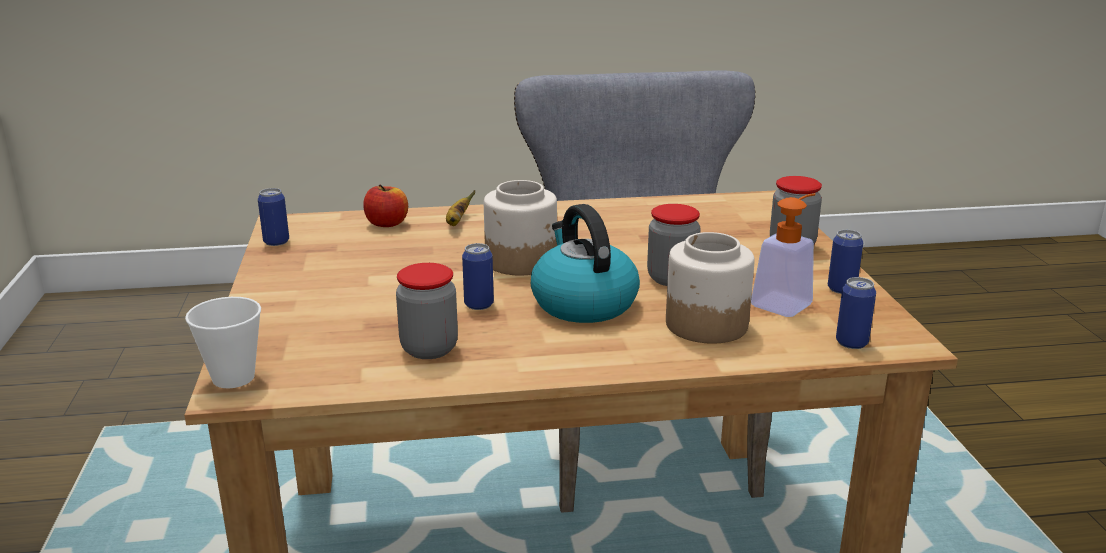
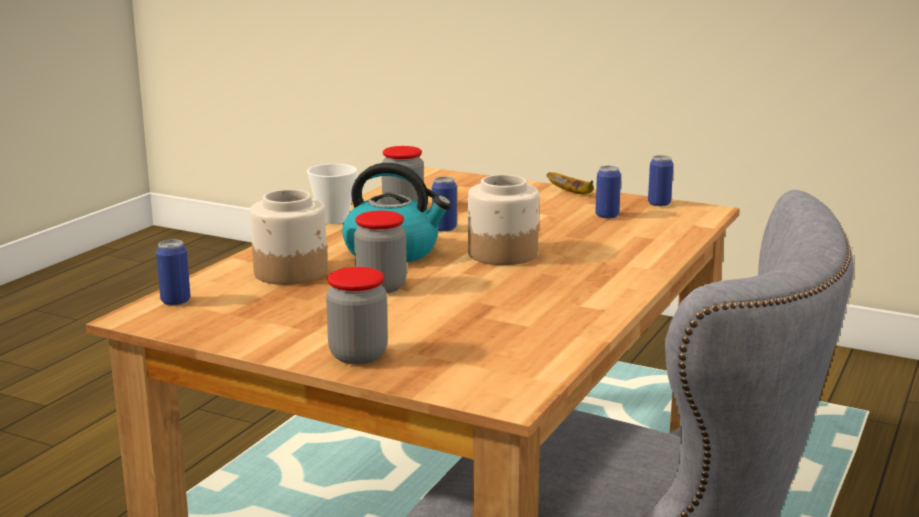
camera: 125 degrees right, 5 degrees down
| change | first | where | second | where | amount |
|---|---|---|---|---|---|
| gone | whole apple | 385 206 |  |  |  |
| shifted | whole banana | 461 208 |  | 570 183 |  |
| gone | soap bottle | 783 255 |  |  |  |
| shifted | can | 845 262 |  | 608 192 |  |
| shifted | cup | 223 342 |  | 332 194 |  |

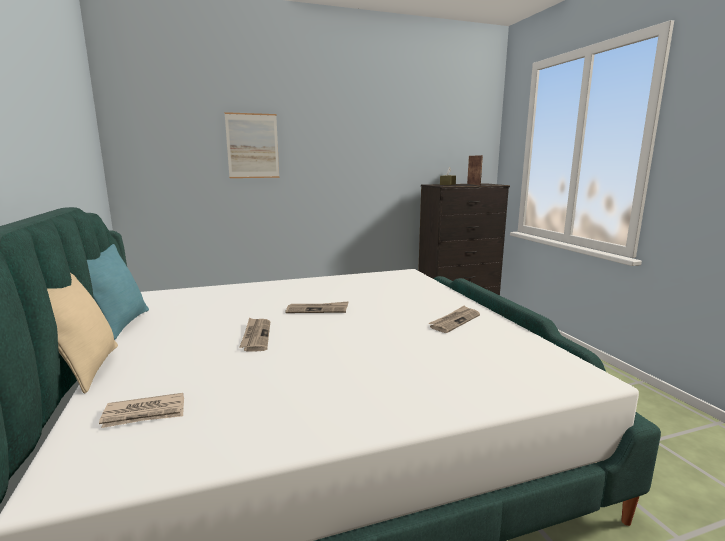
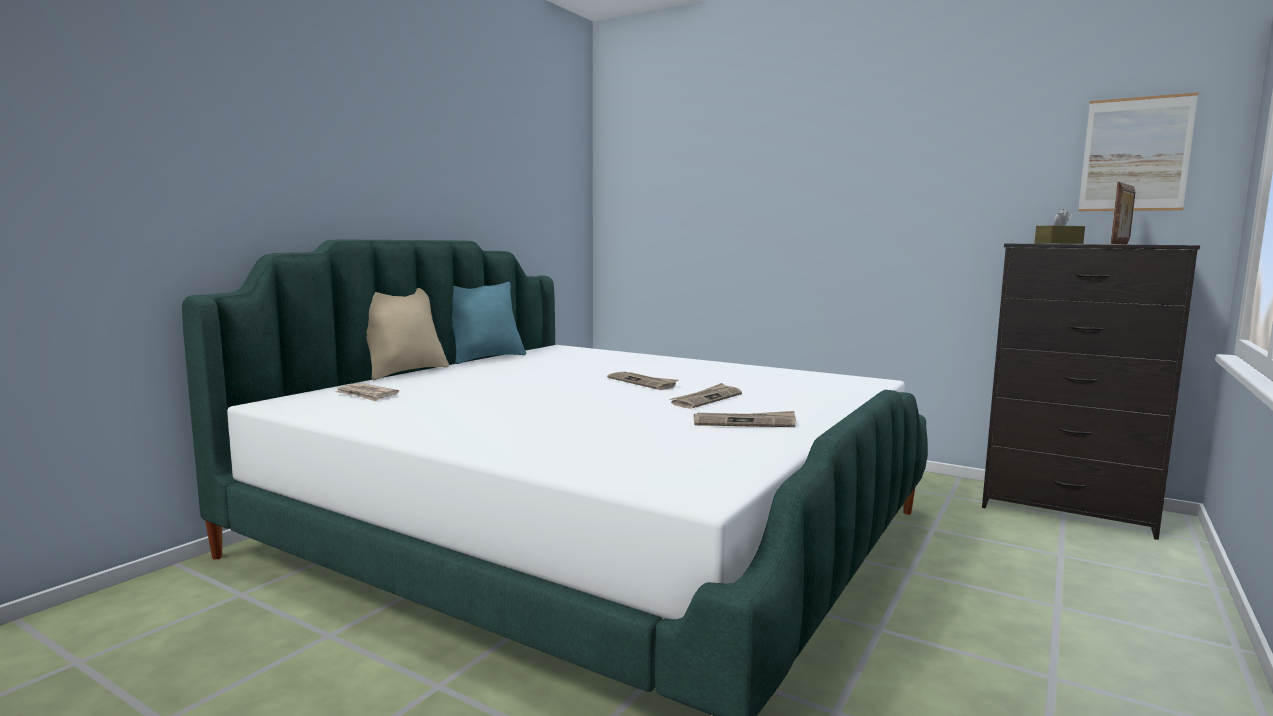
camera: 50 degrees right, 5 degrees down
| change | first | where | second | where | amount |
|---|---|---|---|---|---|
| shifted | picture | 252 145 |  | 1138 152 |  |
| shifted | printed paper | 254 335 |  | 706 396 |  |

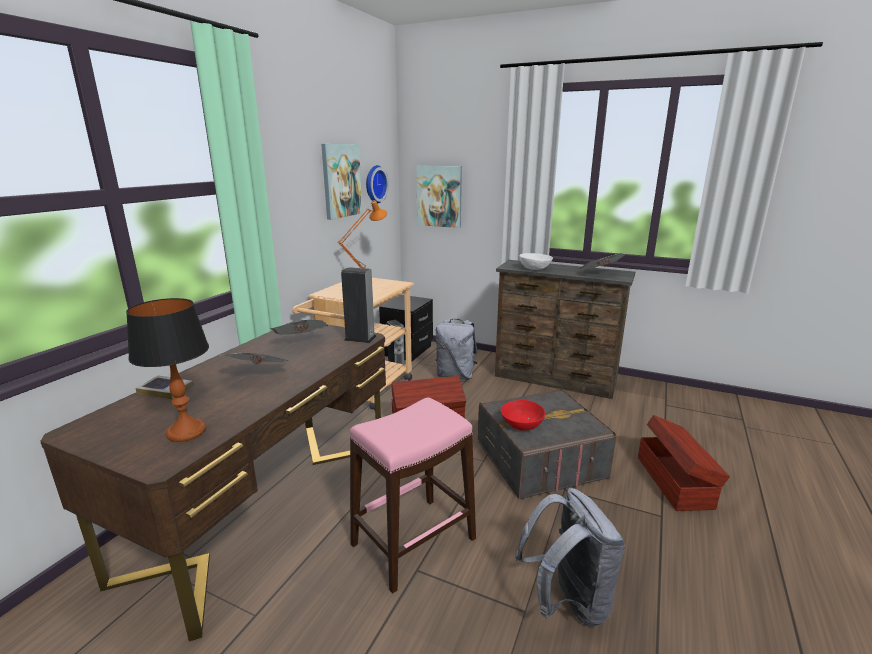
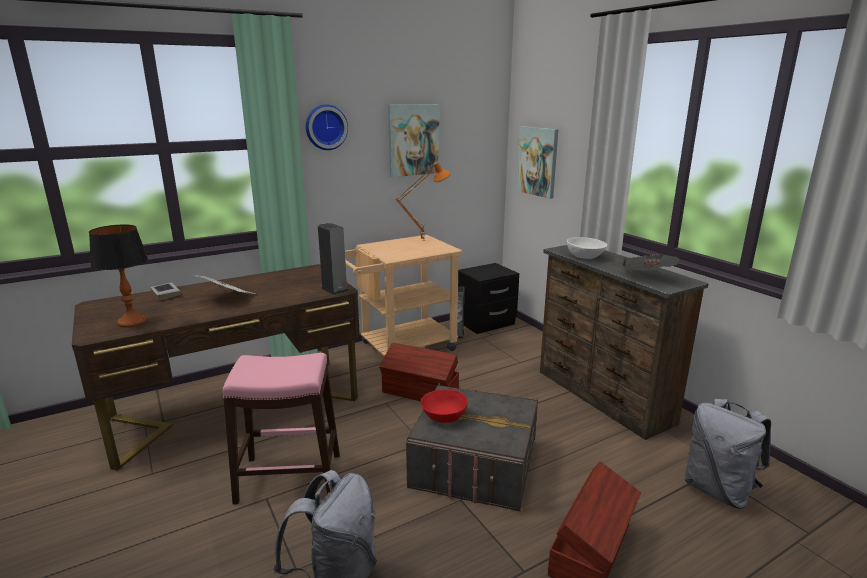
camera: 35 degrees right, 0 degrees up
| change | first | where | second | where | amount |
|---|---|---|---|---|---|
| shifted | clock on the wall | 377 184 |  | 327 127 |  |
| shifted | knapsack in grey | 456 349 |  | 727 454 |  |
| gone | printed paper | 299 327 |  |  |  |

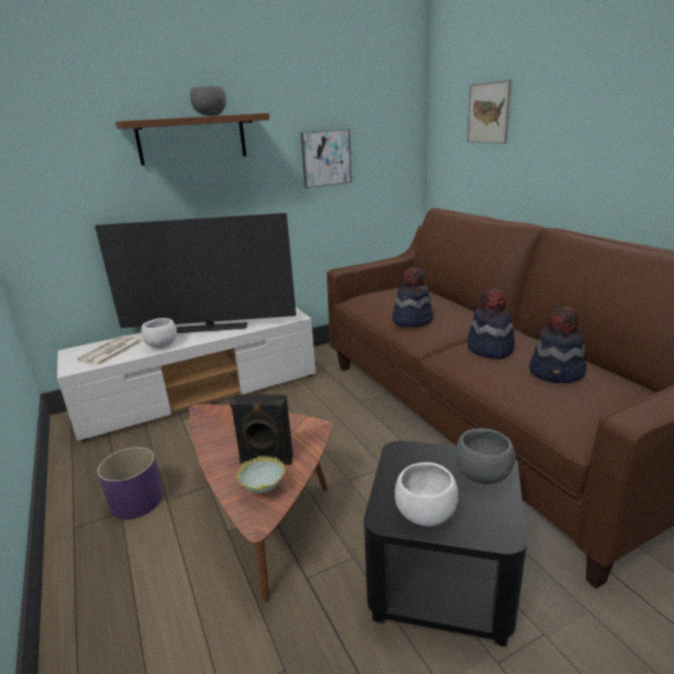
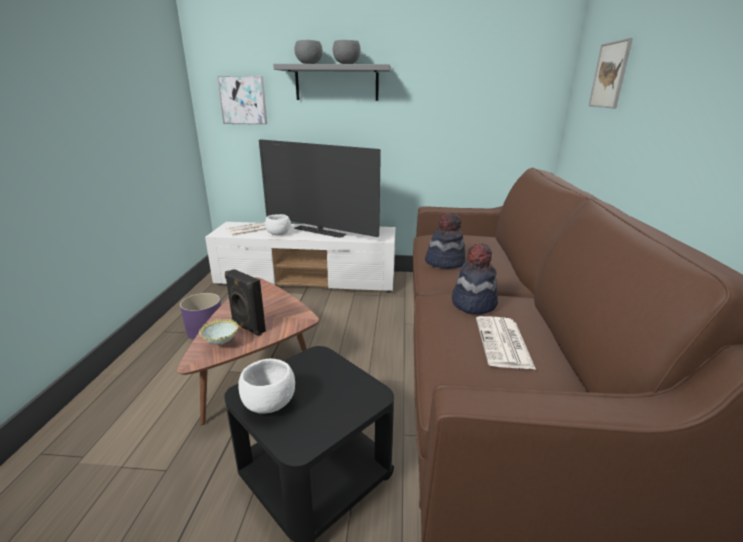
camera: 30 degrees right, 0 degrees up
| change | first | where | second | where | amount |
|---|---|---|---|---|---|
| repainted | bracket shelf in brown-coloured | 192 139 | bracket shelf in grey | 332 82 |  |
| shifted | picture | 326 158 |  | 242 100 |  |
| swapped | clothing hat | 557 345 | printed paper | 506 343 |  |
| shifted | deep dish in grey | 485 456 |  | 309 52 |  |

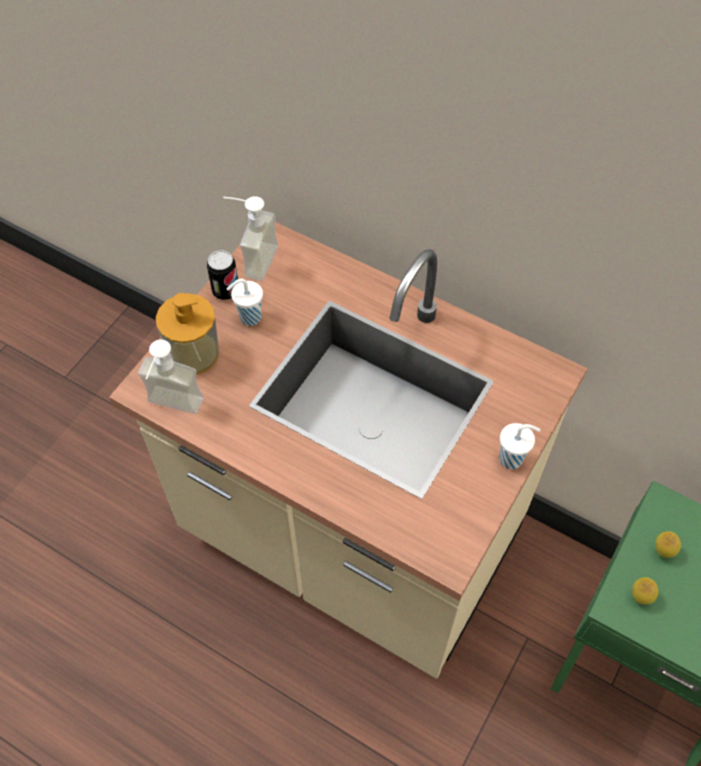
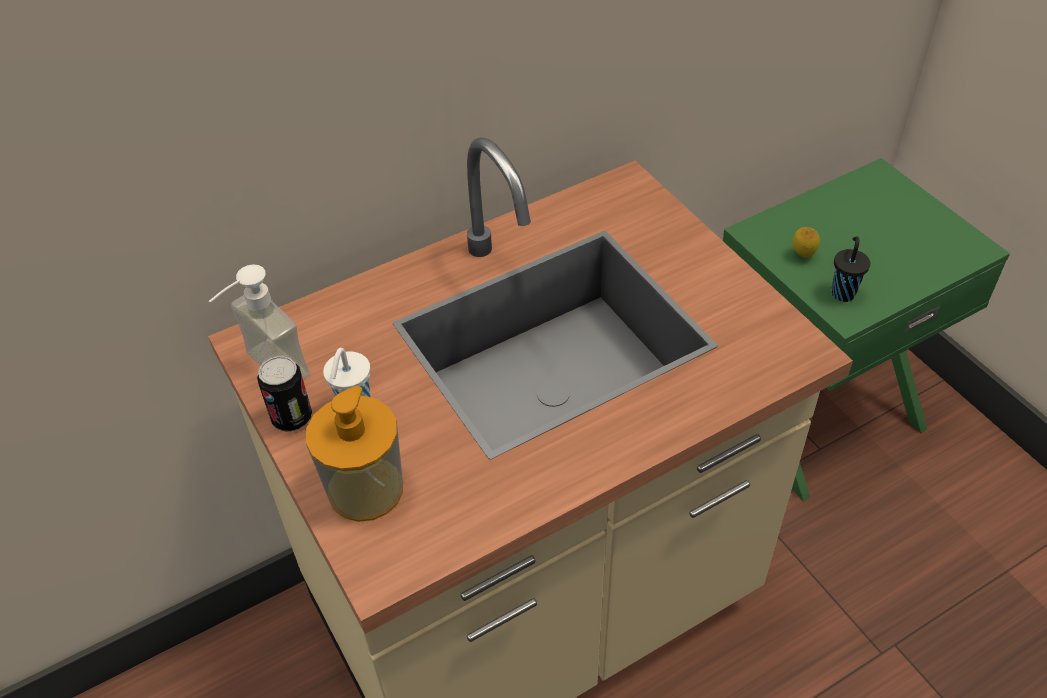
camera: 60 degrees left, 10 degrees down
| change | first | where | second | where | amount |
|---|---|---|---|---|---|
| gone | soap bottle | 170 377 |  |  |  |
| gone | cup in white-coloured | 519 446 |  |  |  |
| swapped | lemon | 645 591 | cup in black-coloured | 850 269 |  |

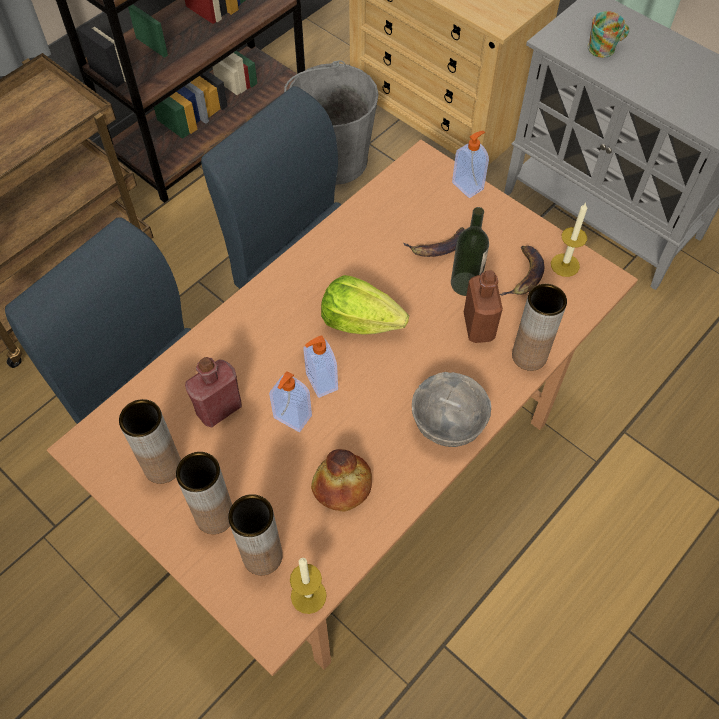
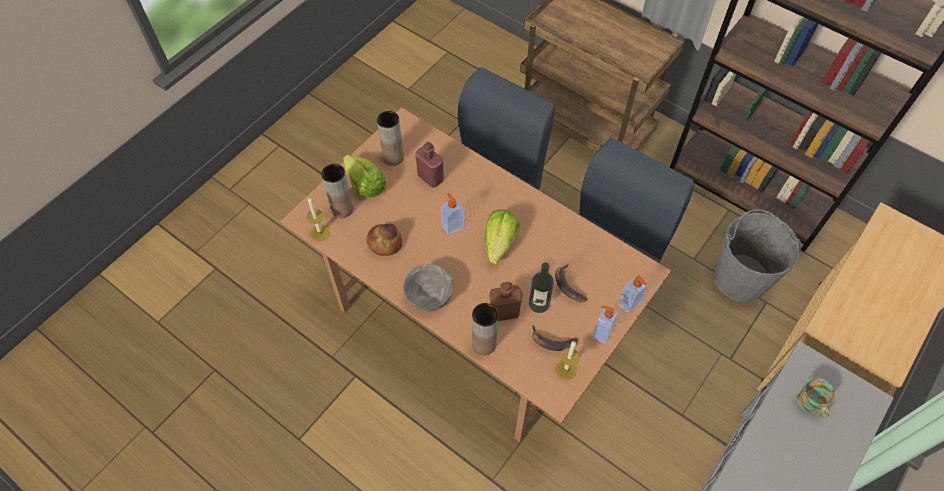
camera: 85 degrees right, 0 degrees up
| change | first | where | second | where | amount |
|---|---|---|---|---|---|
| shifted | soap bottle | 290 401 |  | 605 324 |  |
| swapped | decorative vase in brown-coloured | 204 493 | head of lettuce | 364 175 |  |

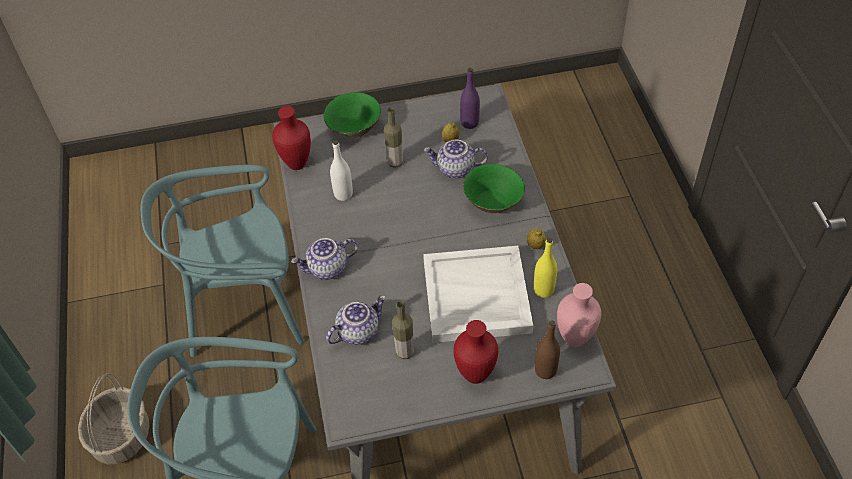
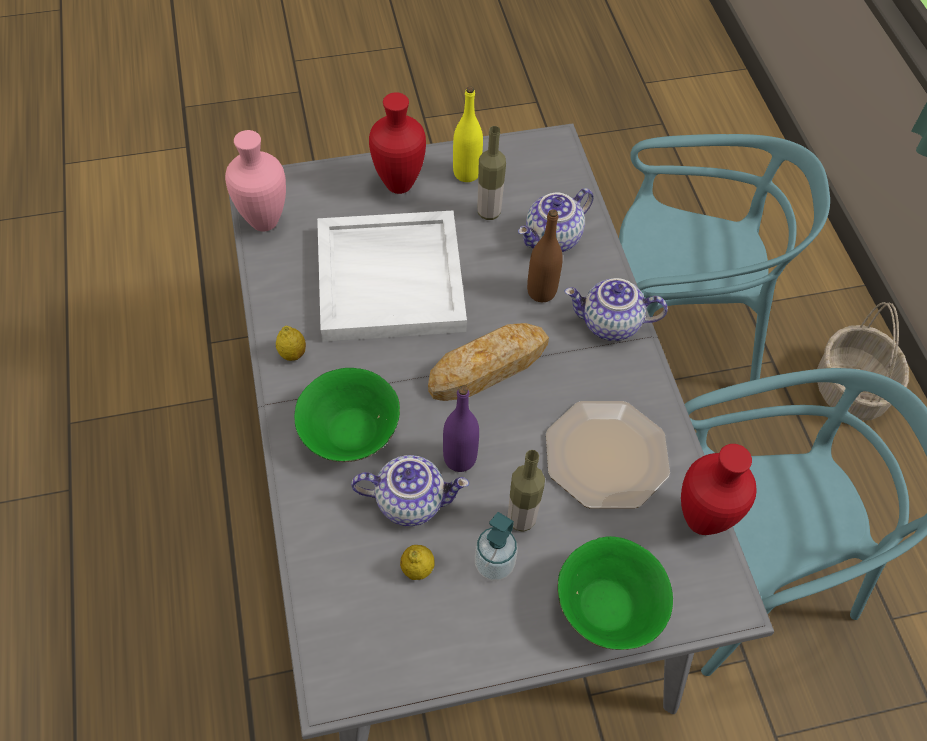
camera: 175 degrees right, 5 degrees up
| change | first | where | second | where | amount |
|---|---|---|---|---|---|
| shifted | beverage bottle in purplish | 470 98 |  | 461 429 |  |
| swapped | beverage bottle in white-coloured | 341 170 | plate | 608 455 |  |
| shifted | beverage bottle in yellowish | 545 267 |  | 468 134 |  |
| rotated | pot for tea | 324 259 |  | 616 309 | 150 degrees counterclockwise |
| shifted | beverage bottle in brown-coloured | 547 349 |  | 545 255 |  |
| new |  |  | bread | 488 362 |  |
| new |  |  | soap bottle | 496 546 |  |

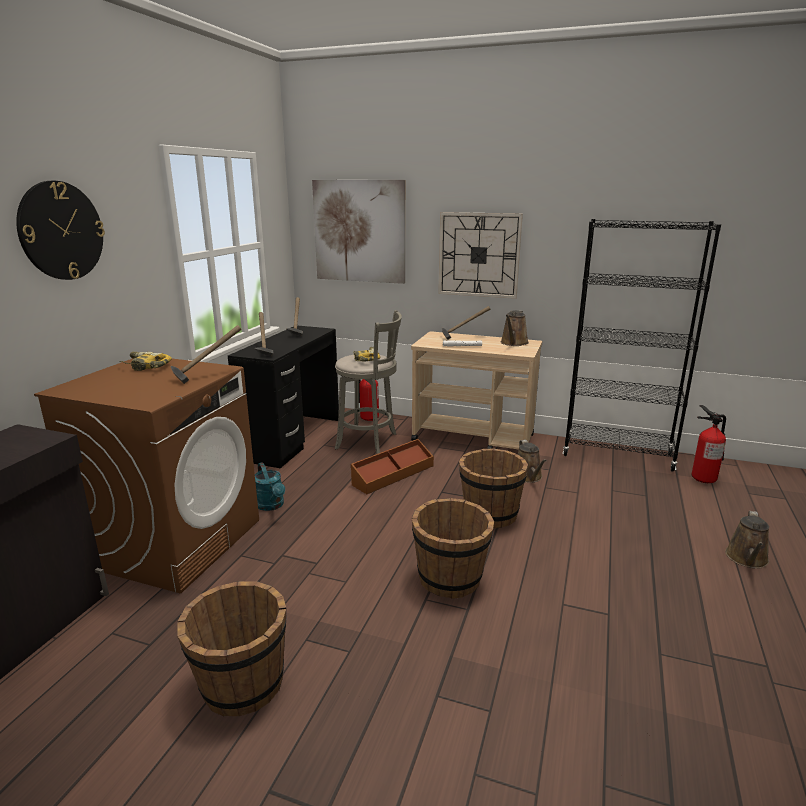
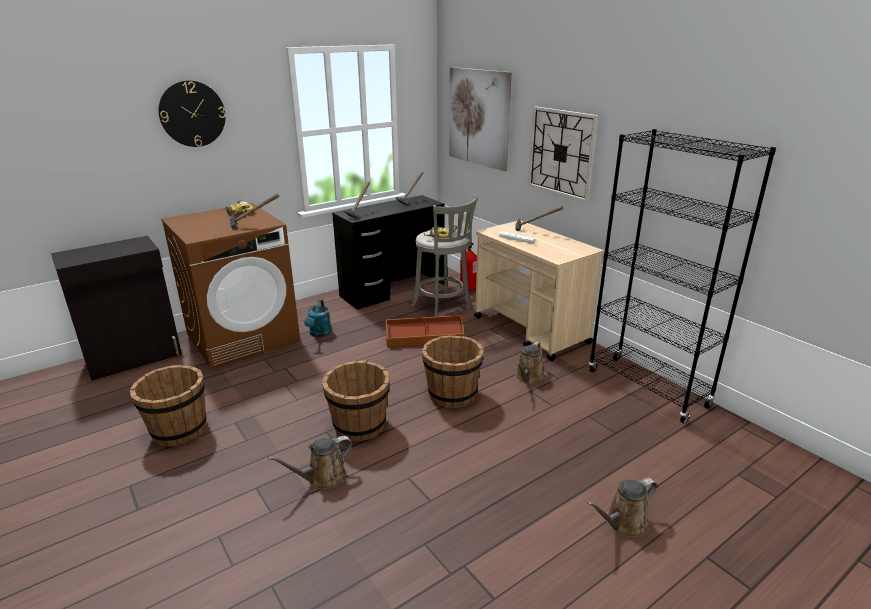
camera: 35 degrees right, 5 degrees up
| change | first | where | second | where | amount |
|---|---|---|---|---|---|
| shifted | watering can in brown-coloured | 514 328 |  | 310 462 |  |
| gone | extinguisher | 709 444 |  |  |  |

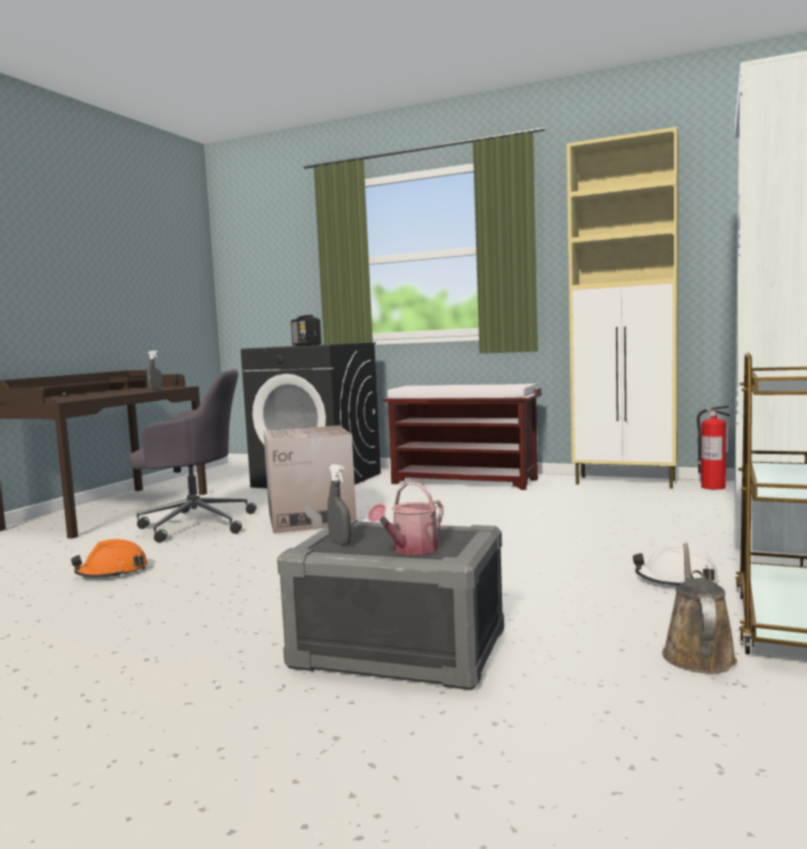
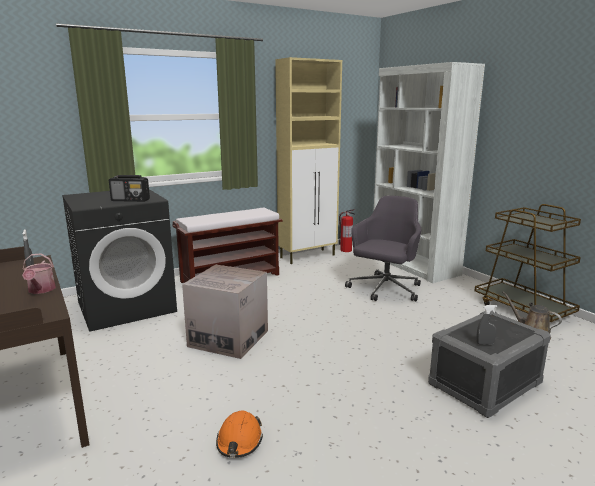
camera: 55 degrees left, 10 degrees up
| change | first | where | second | where | amount |
|---|---|---|---|---|---|
| shifted | office chair in grey | 193 456 |  | 383 248 |  |
| shifted | watering can | 405 518 |  | 39 273 |  |
| gone | safety helmet in white-coloured | 675 564 |  |  |  |

